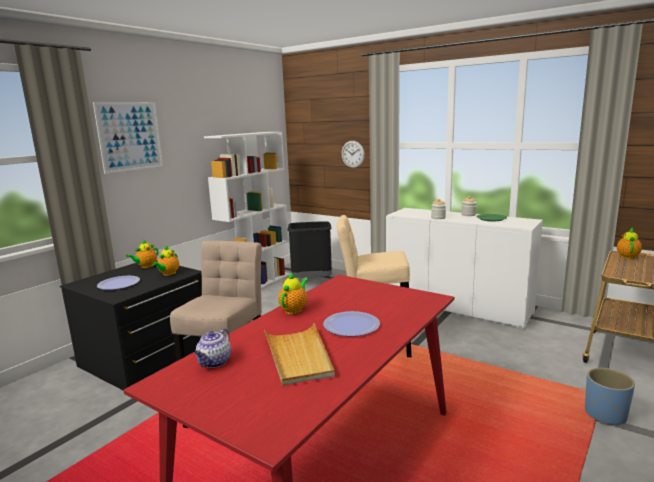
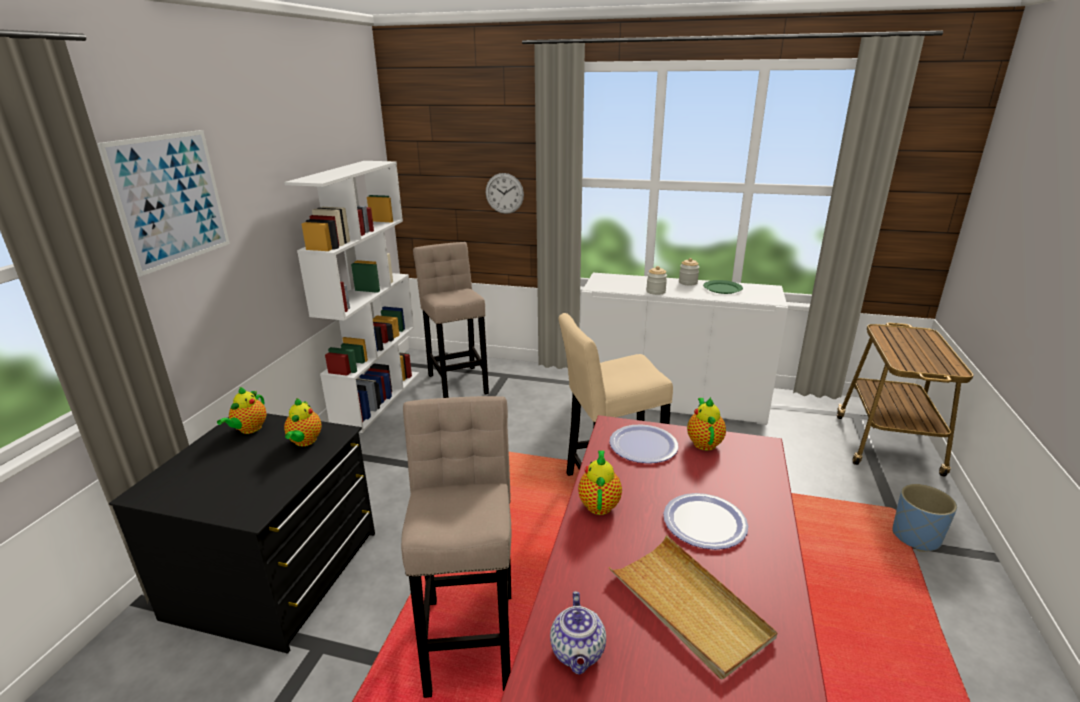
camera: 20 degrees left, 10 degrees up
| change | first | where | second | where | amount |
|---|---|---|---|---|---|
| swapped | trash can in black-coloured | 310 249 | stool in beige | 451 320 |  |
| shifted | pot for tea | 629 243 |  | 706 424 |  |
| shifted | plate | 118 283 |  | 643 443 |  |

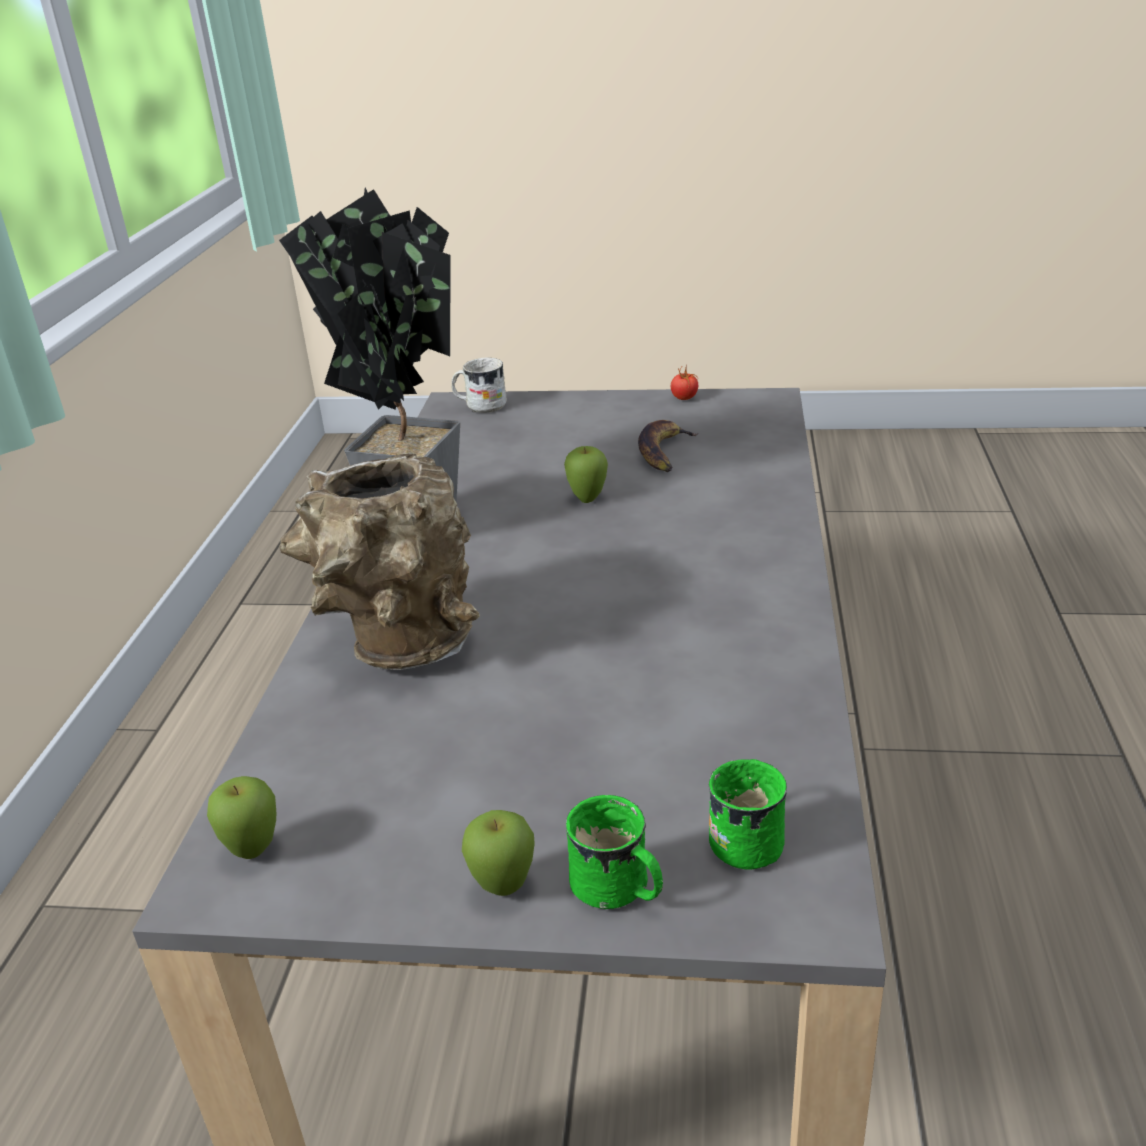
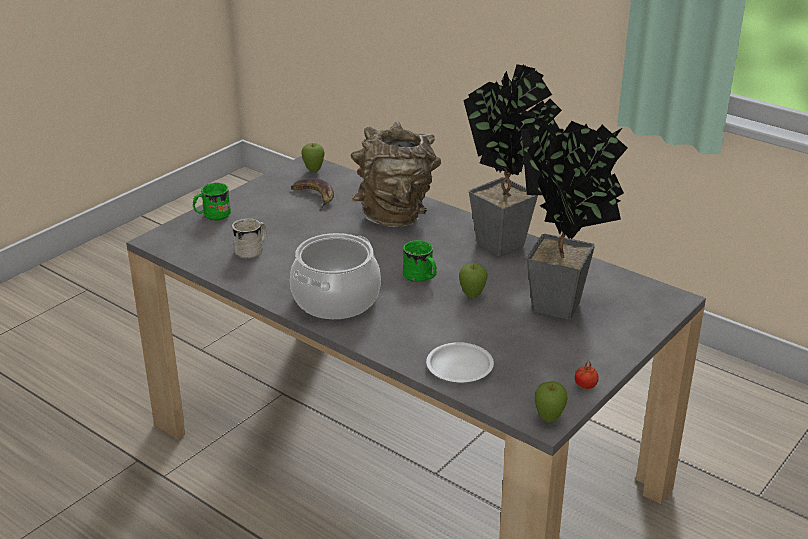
camera: 120 degrees right, 0 degrees up
| change | first | where | second | where | amount |
|---|---|---|---|---|---|
| shifted | tea mug in white-coloured | 479 385 |  | 249 238 |  |
| shifted | whole banana | 668 446 |  | 312 194 |  |
| shifted | tea mug in green | 747 814 |  | 420 261 |  |
| shifted | whole apple | 498 853 |  | 551 402 |  |
| new |  |  | plant in a pot | 574 220 |  |
| new |  |  | stockpot | 335 276 |  |
| new |  |  | plate in white-coloured | 460 362 |  |

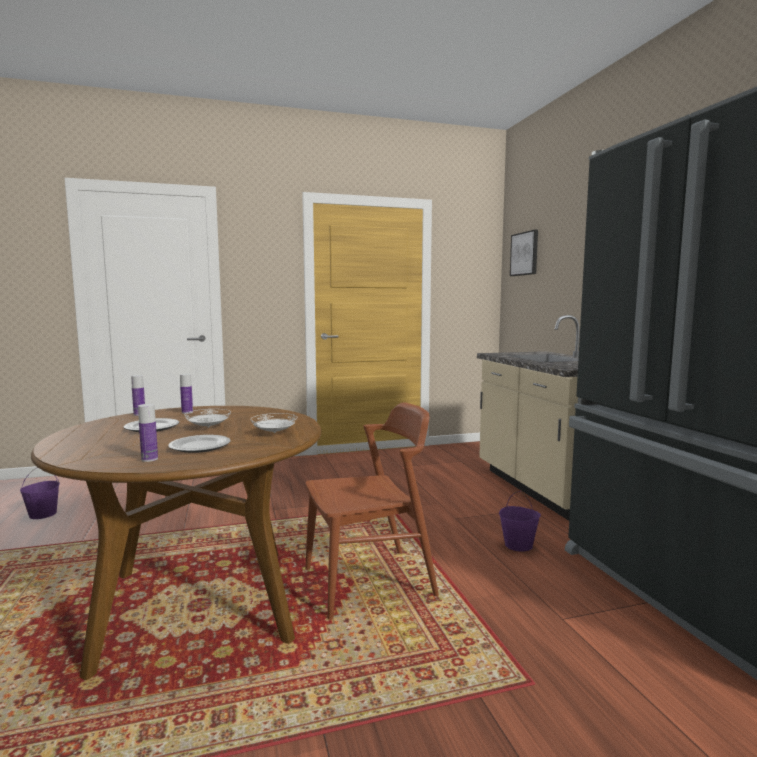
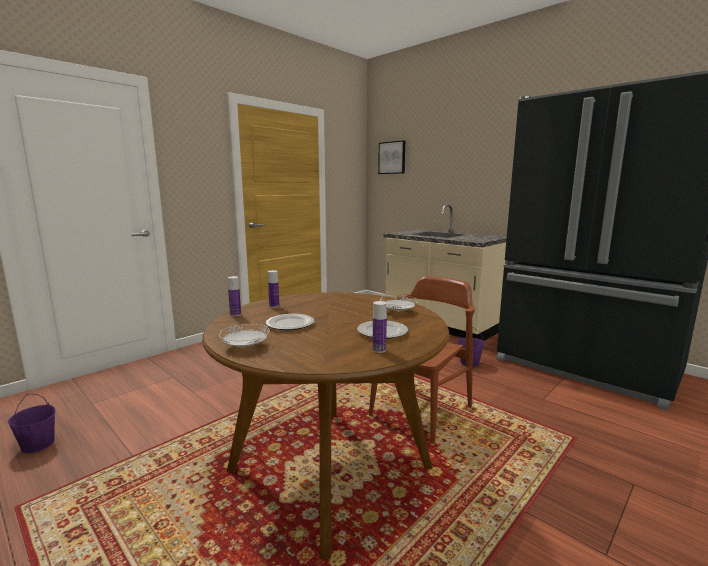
camera: 30 degrees left, 5 degrees up
| change | first | where | second | where | amount |
|---|---|---|---|---|---|
| shifted | plate in white-coloured | 207 418 |  | 244 335 |  |

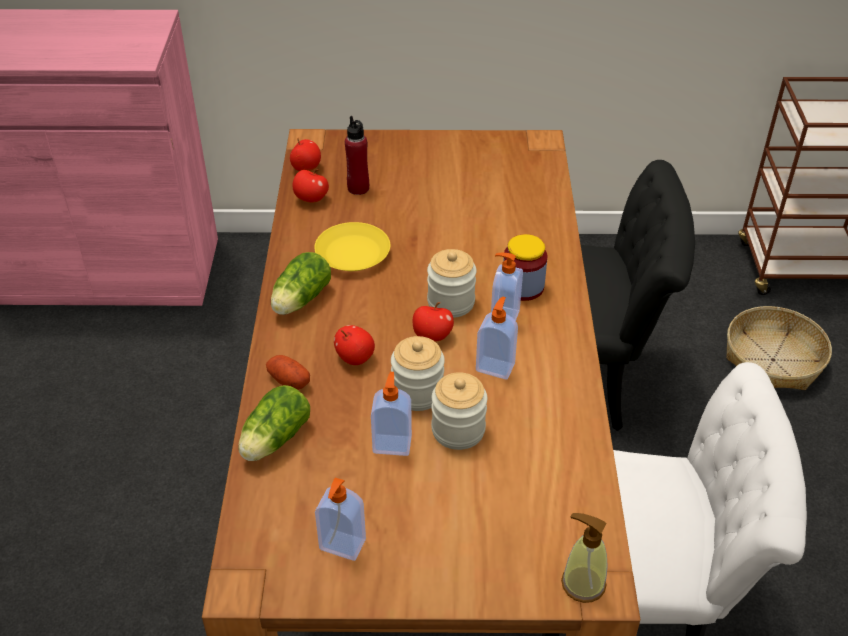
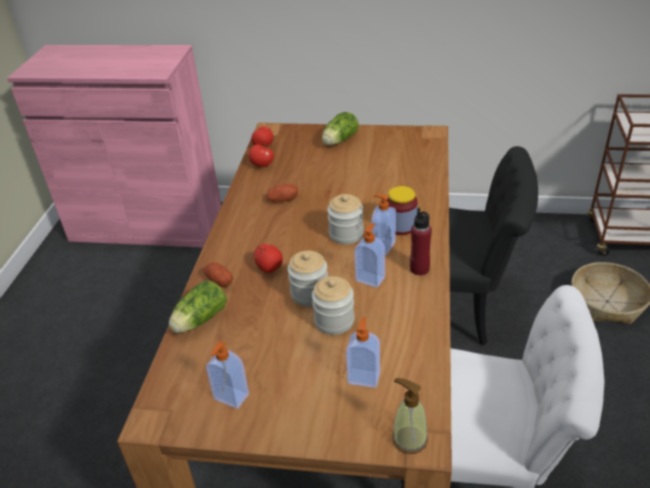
camera: 10 degrees right, 5 degrees down
| change | first | where | second | where | amount |
|---|---|---|---|---|---|
| shifted | beverage bottle in reddish | 357 155 |  | 421 241 |  |
| swapped | plate in yellowish | 352 246 | spud | 282 193 |  |
| shifted | head of lettuce | 301 283 |  | 340 128 |  |
| gone | whole apple | 433 322 |  |  |  |
| shifted | soap bottle | 391 414 |  | 363 352 |  |

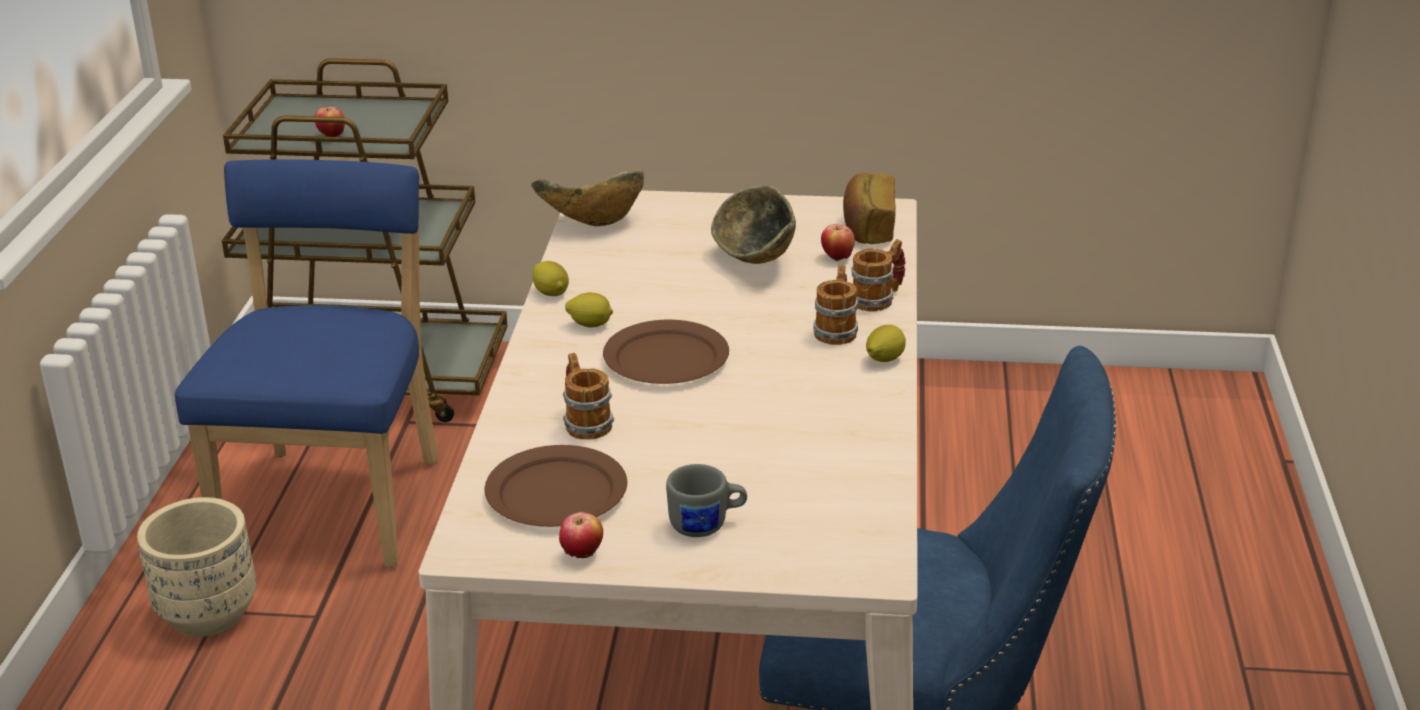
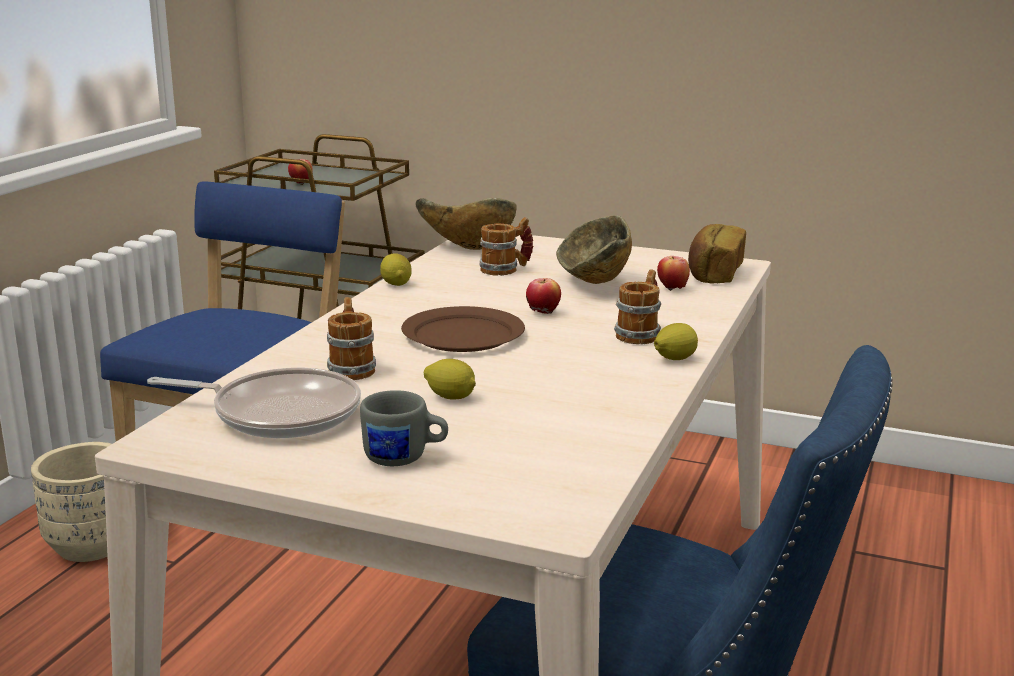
camera: 15 degrees right, 10 degrees down
| change | first | where | second | where | amount |
|---|---|---|---|---|---|
| shifted | tea mug | 878 275 |  | 506 246 |  |
| shifted | lemon | 589 310 |  | 450 379 |  |
| swapped | plate in brown-coloured | 556 486 | pan | 254 403 |  |
| shifted | whole apple | 581 535 |  | 543 296 |  |

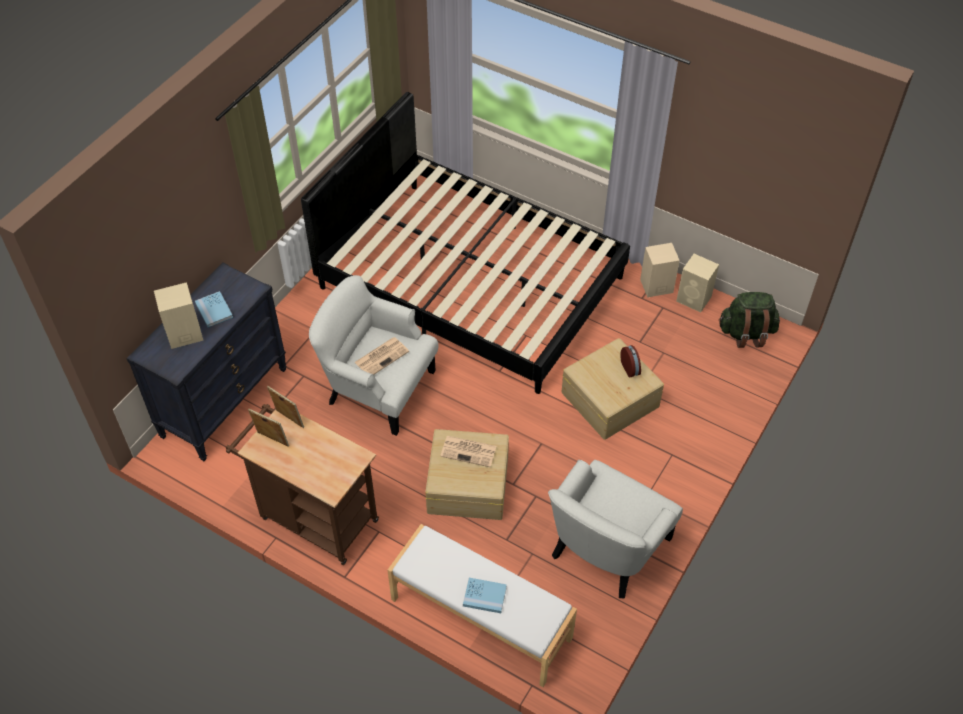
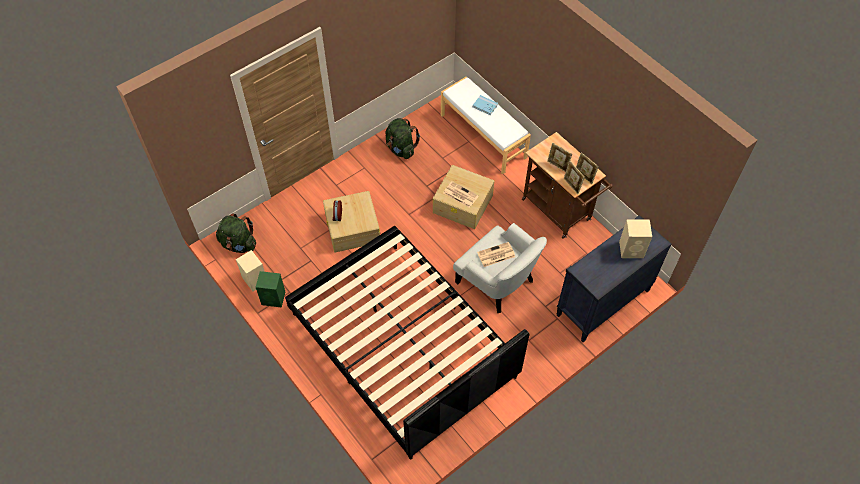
camera: 160 degrees left, 5 degrees up
| change | first | where | second | where | amount |
|---|---|---|---|---|---|
| repainted | audio speaker in beige | 660 270 | audio speaker in green | 270 289 |  |
| gone | bound book in bluish | 214 309 |  |  |  |
| swapped | easy chair in white-coloured | 615 529 | knapsack in green | 403 138 |  |
| new |  |  | standing frame | 559 157 |  |

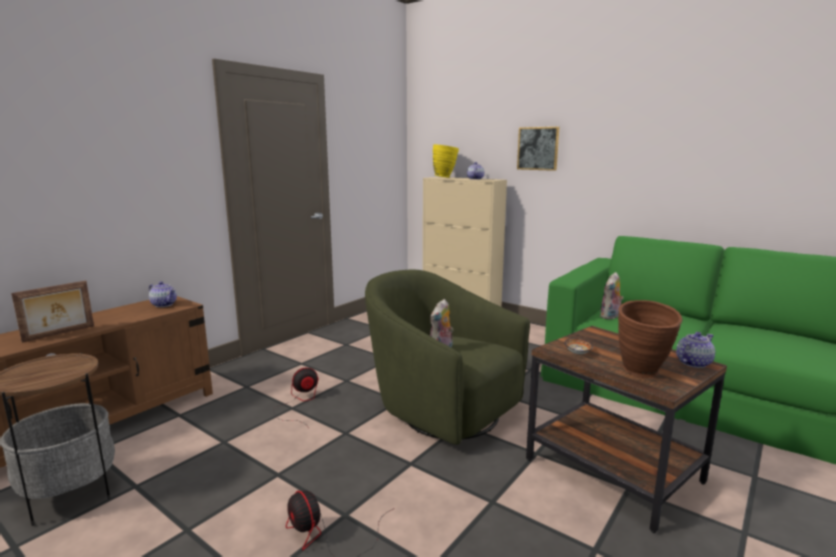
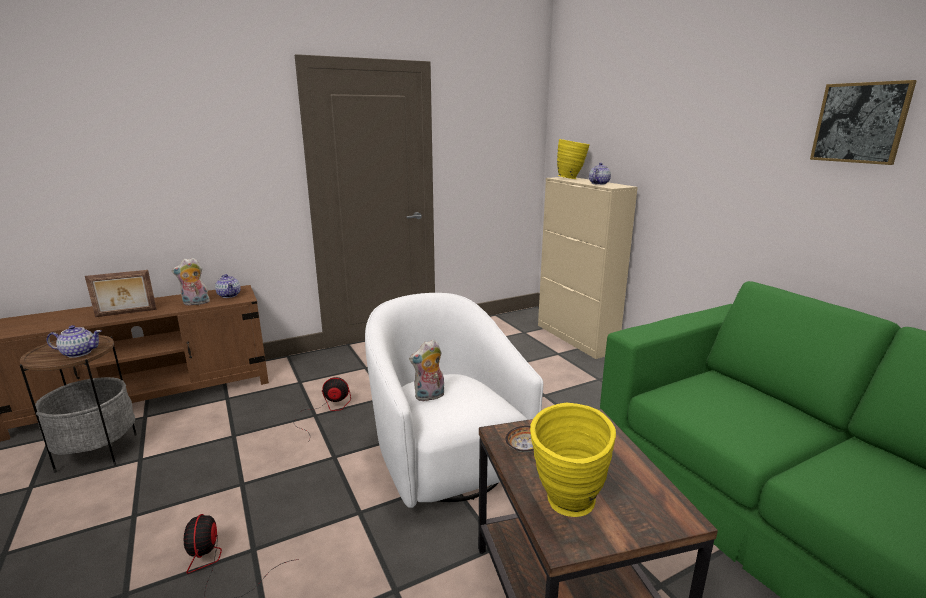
camera: 25 degrees right, 5 degrees up
| change | first | where | second | where | amount |
|---|---|---|---|---|---|
| shifted | picture | 538 149 |  | 863 122 |  |
| repainted | easy chair in green | 447 357 | easy chair in white-coloured | 454 400 |  |
| shifted | cuddly toy | 612 296 |  | 191 282 |  |
| repainted | decorative vase in brown-coloured | 650 339 | decorative vase in yellowish | 573 459 |  |
| shifted | pot for tea | 695 350 |  | 74 341 |  |

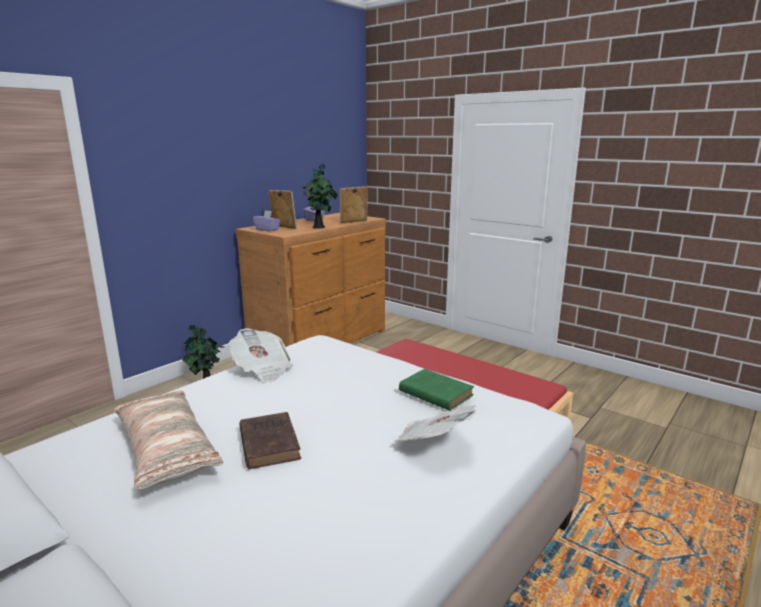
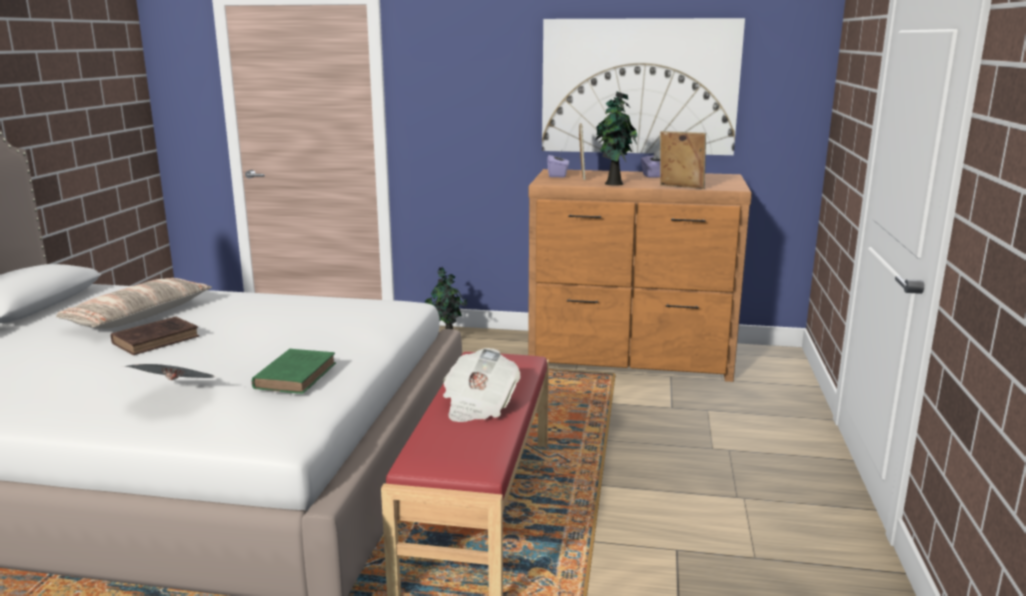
camera: 60 degrees right, 0 degrees up
| change | first | where | second | where | amount |
|---|---|---|---|---|---|
| shifted | printed paper | 261 355 |  | 482 385 |  |
| new |  |  | picture | 643 86 |  |

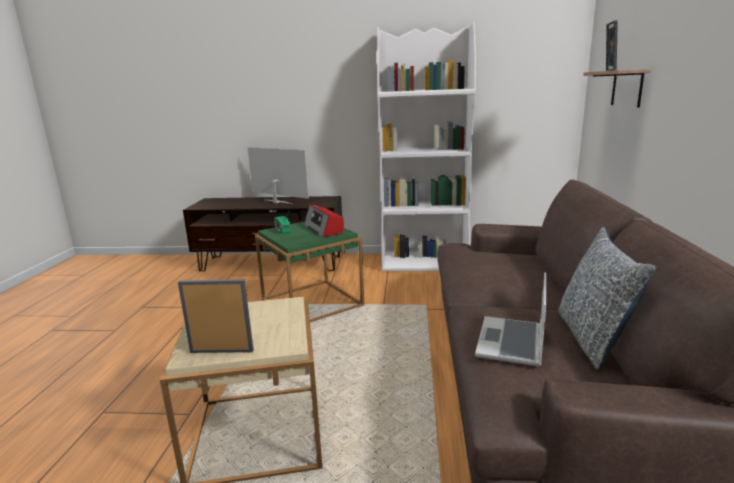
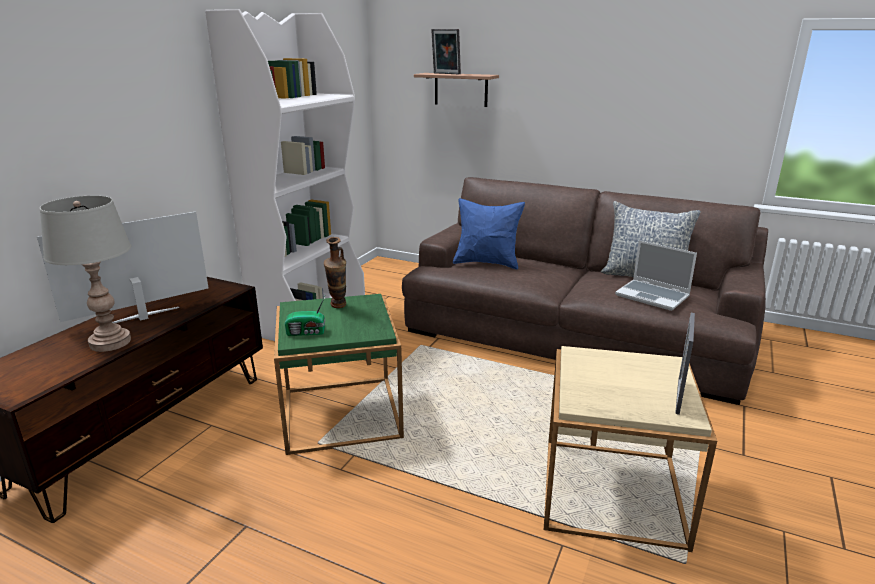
camera: 70 degrees left, 5 degrees up
| change | first | where | second | where | amount |
|---|---|---|---|---|---|
| swapped | radio receiver | 324 220 | decorative vase | 335 272 |  |
| new |  |  | lamp for a table in grey | 85 274 |  |
| new |  |  | cushion in bluish | 489 233 |  |

